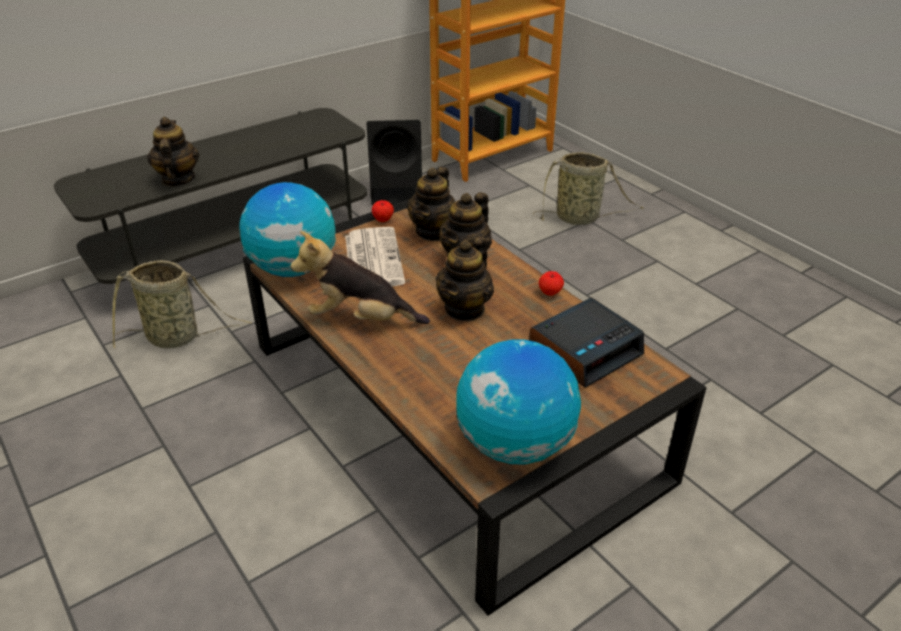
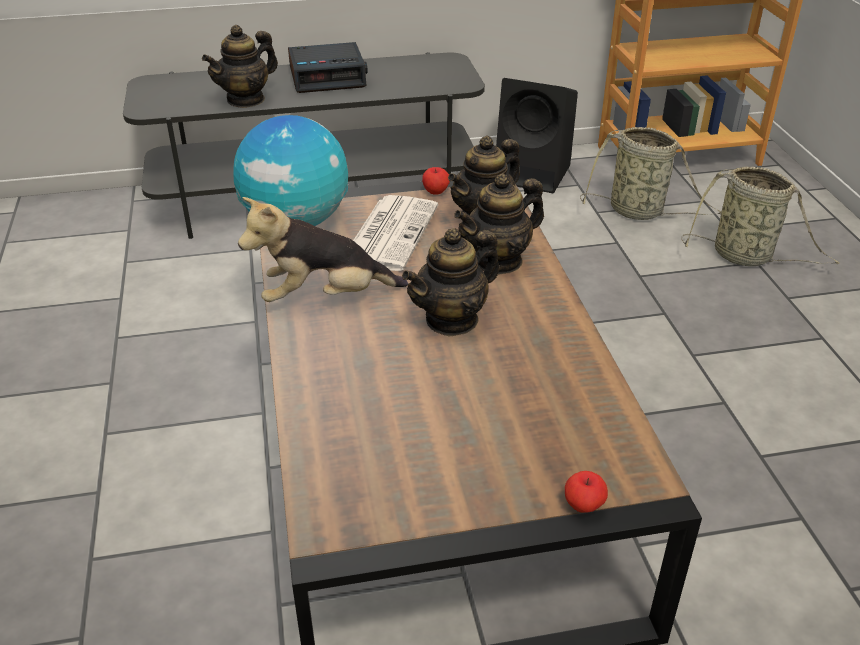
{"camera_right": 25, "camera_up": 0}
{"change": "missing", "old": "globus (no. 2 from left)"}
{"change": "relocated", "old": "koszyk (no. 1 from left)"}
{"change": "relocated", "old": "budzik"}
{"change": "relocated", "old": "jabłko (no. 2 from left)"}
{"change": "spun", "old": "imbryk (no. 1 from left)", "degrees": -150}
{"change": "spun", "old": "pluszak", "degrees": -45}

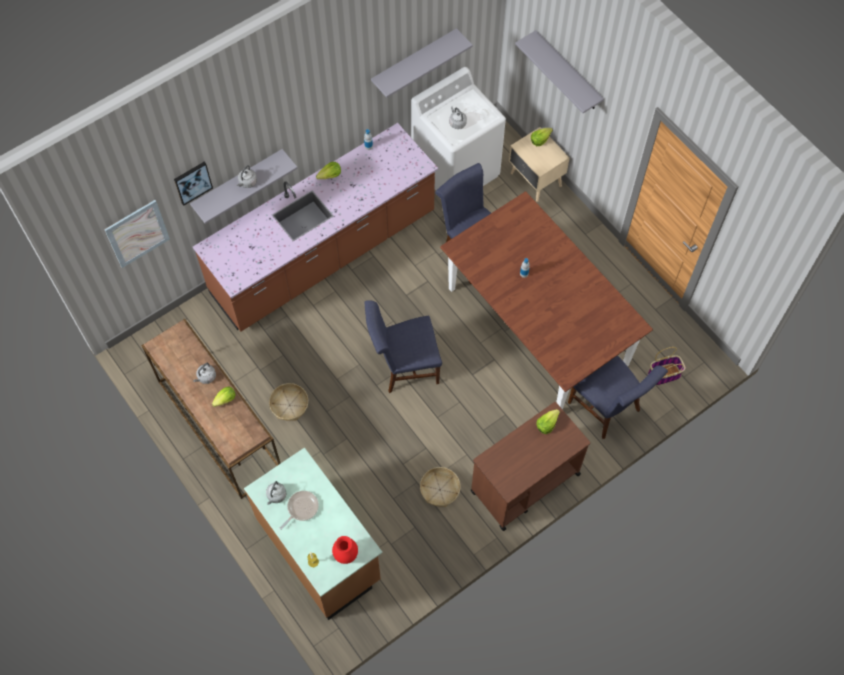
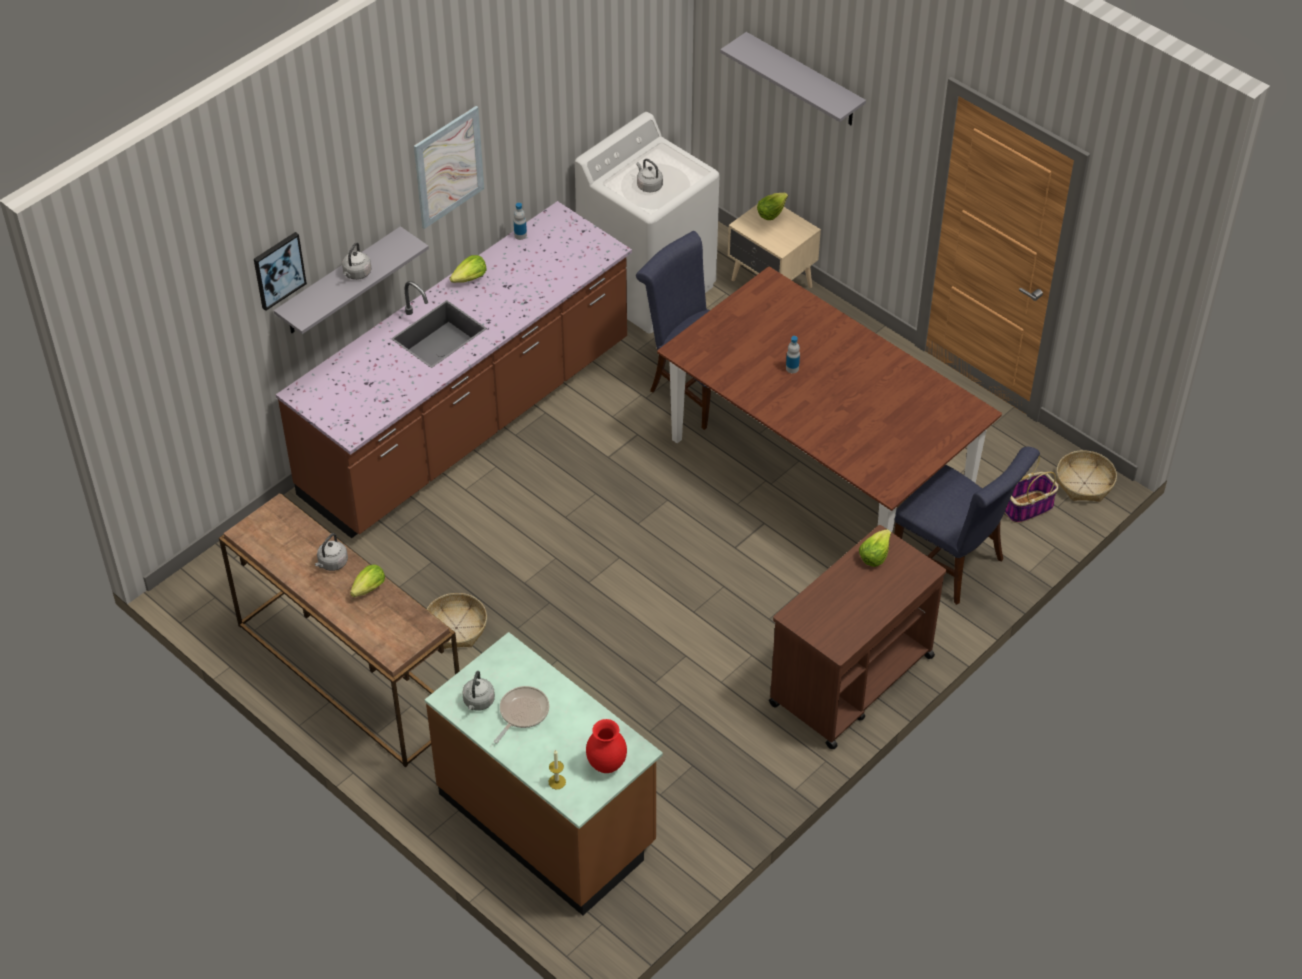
{"camera_right": -10, "camera_up": -15}
{"change": "missing", "old": "krzesło [niebieski] (no. 1 from left)"}
{"change": "missing", "old": "półka [szary] (no. 2 from left)"}
{"change": "relocated", "old": "obraz (no. 1 from left in the first image)", "new": "obraz (no. 2 from left)"}
{"change": "relocated", "old": "koszyk (no. 2 from left in the first image)", "new": "koszyk (no. 3 from left)"}

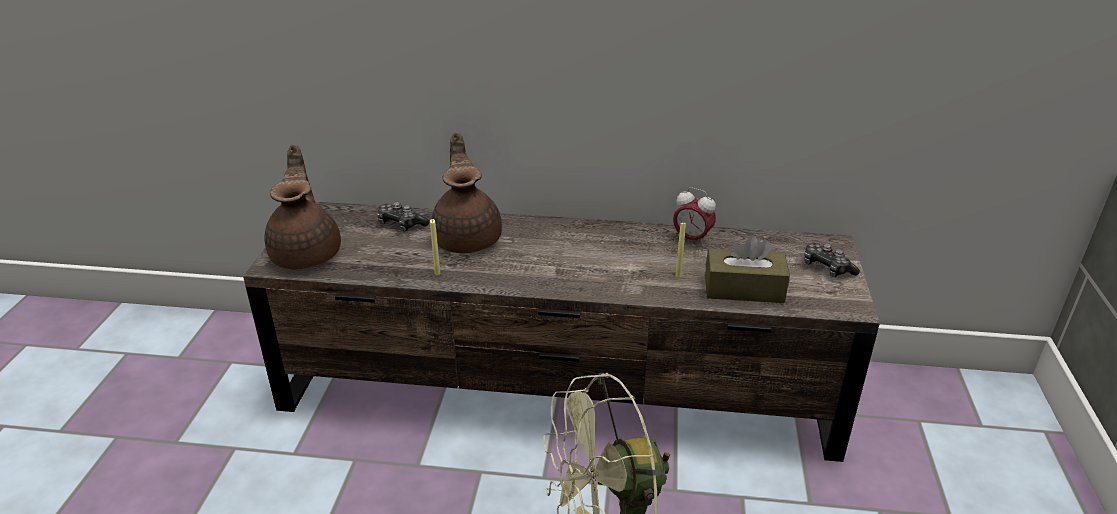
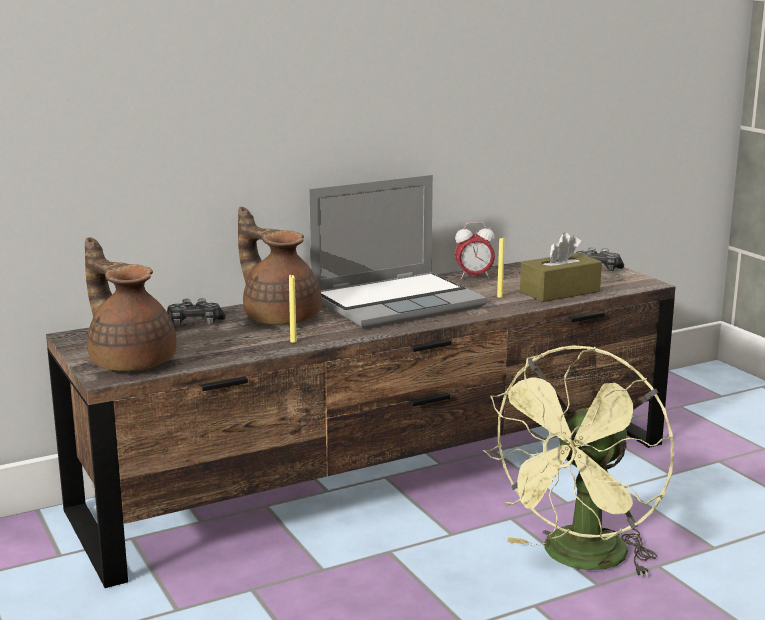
{"camera_right": -35, "camera_up": -15}
{"change": "appeared", "new": "laptop"}

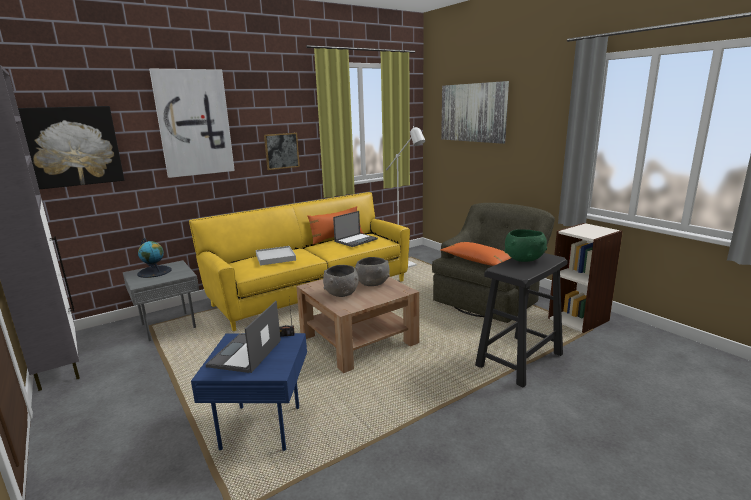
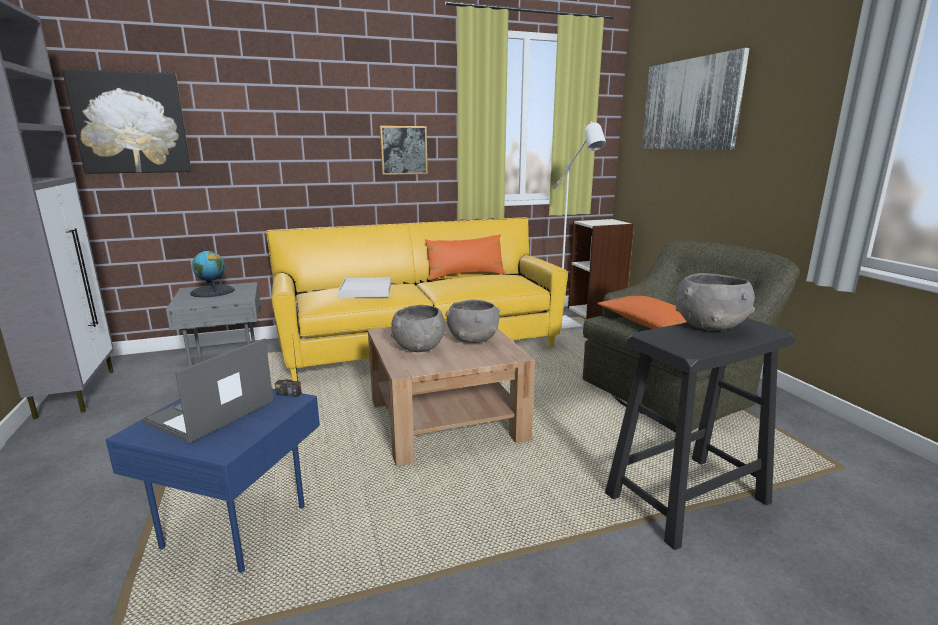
{"camera_right": 15, "camera_up": 0}
{"change": "missing", "old": "obraz (no. 2 from left)"}
{"change": "missing", "old": "laptop (no. 2 from left)"}
{"change": "relocated", "old": "regał"}
{"change": "colour", "old": "miska [zielony]", "new": "miska [szary] (no. 3 from left)"}

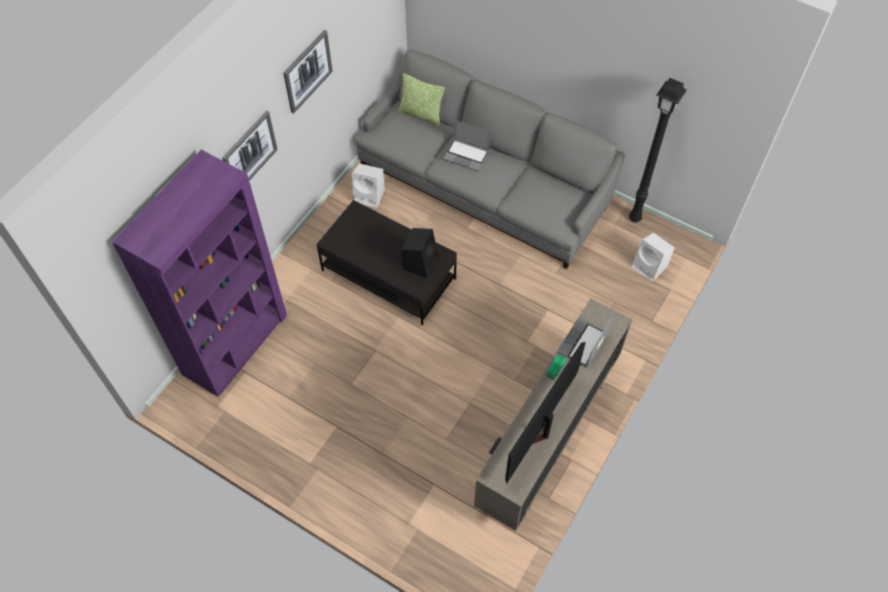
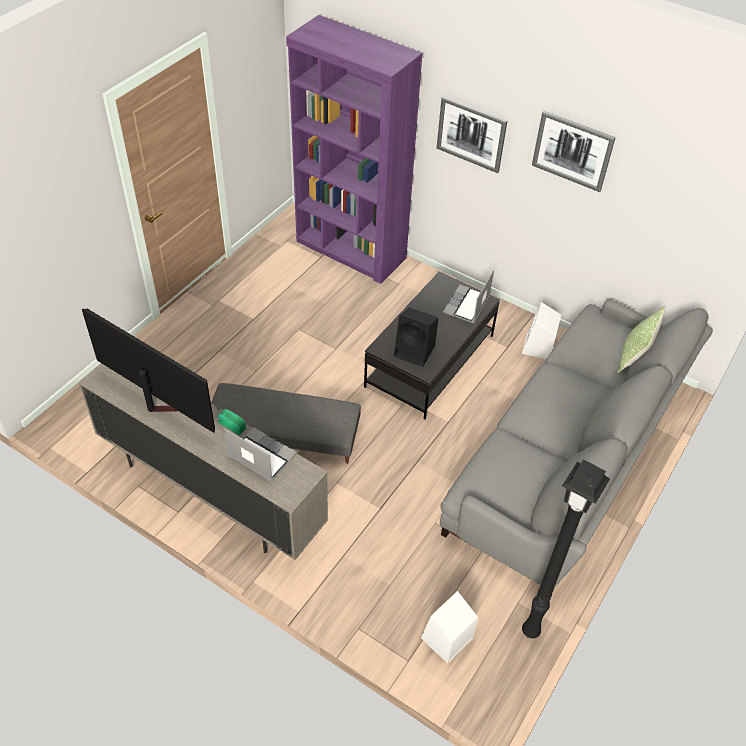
{"camera_right": 90, "camera_up": -10}
{"change": "appeared", "new": "pufa [szary]"}
{"change": "relocated", "old": "laptop (no. 1 from left in the first image)", "new": "laptop (no. 2 from left)"}

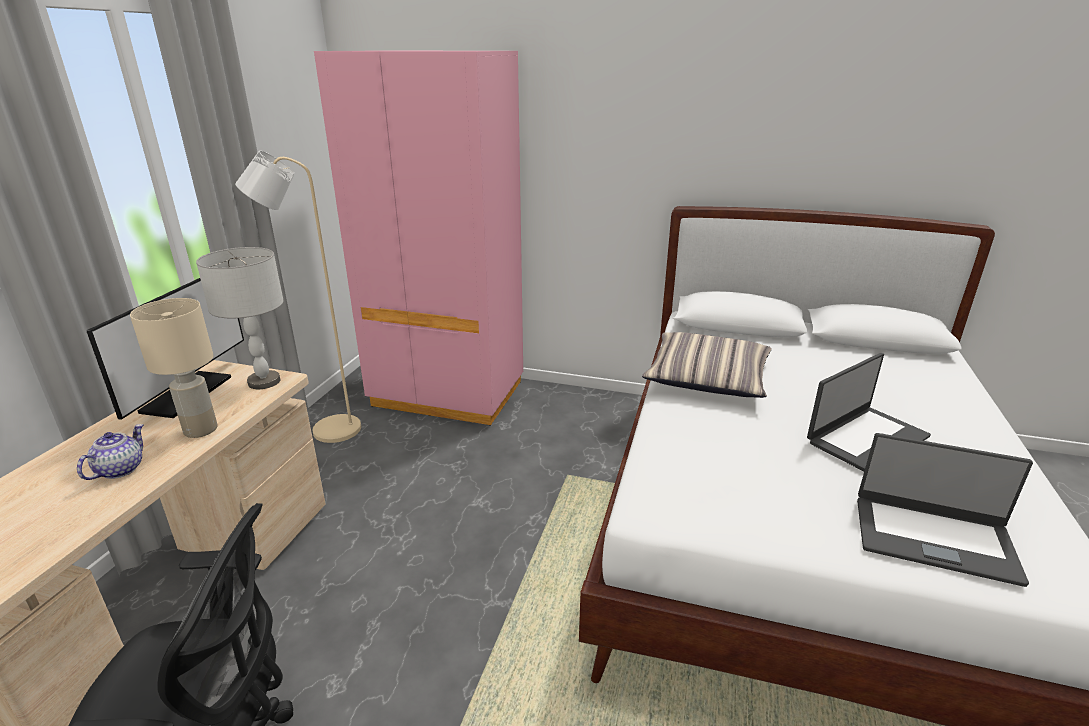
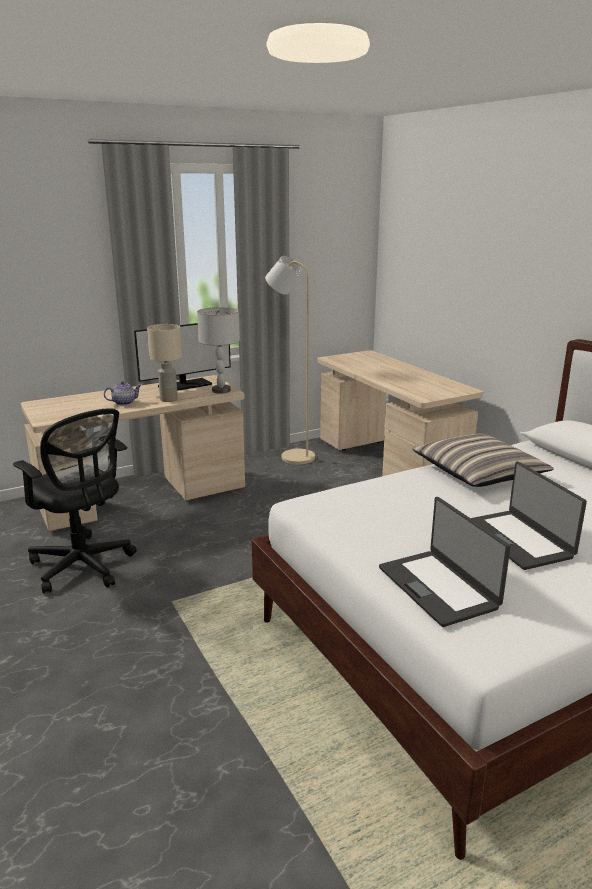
{"camera_right": 45, "camera_up": -5}
{"change": "exchanged", "old": "szafa [różowy]", "new": "biurko [beżowy] (no. 2 from left)"}
{"change": "spun", "old": "laptop (no. 1 from left in the first image)", "degrees": 60}

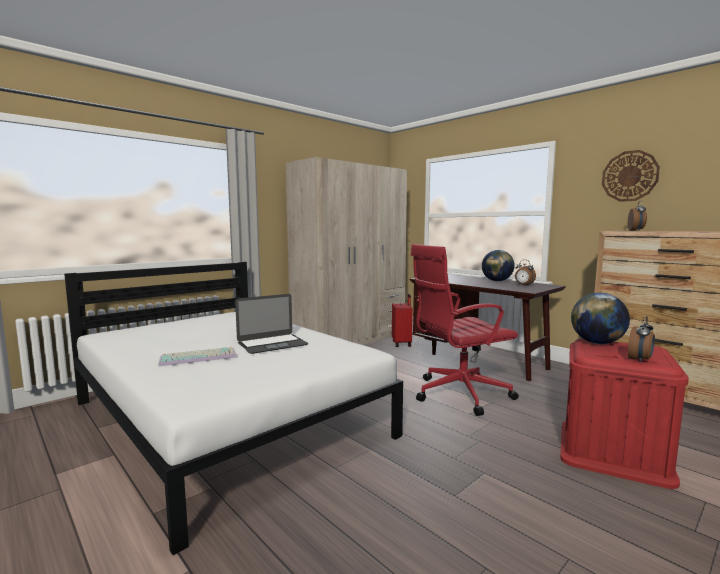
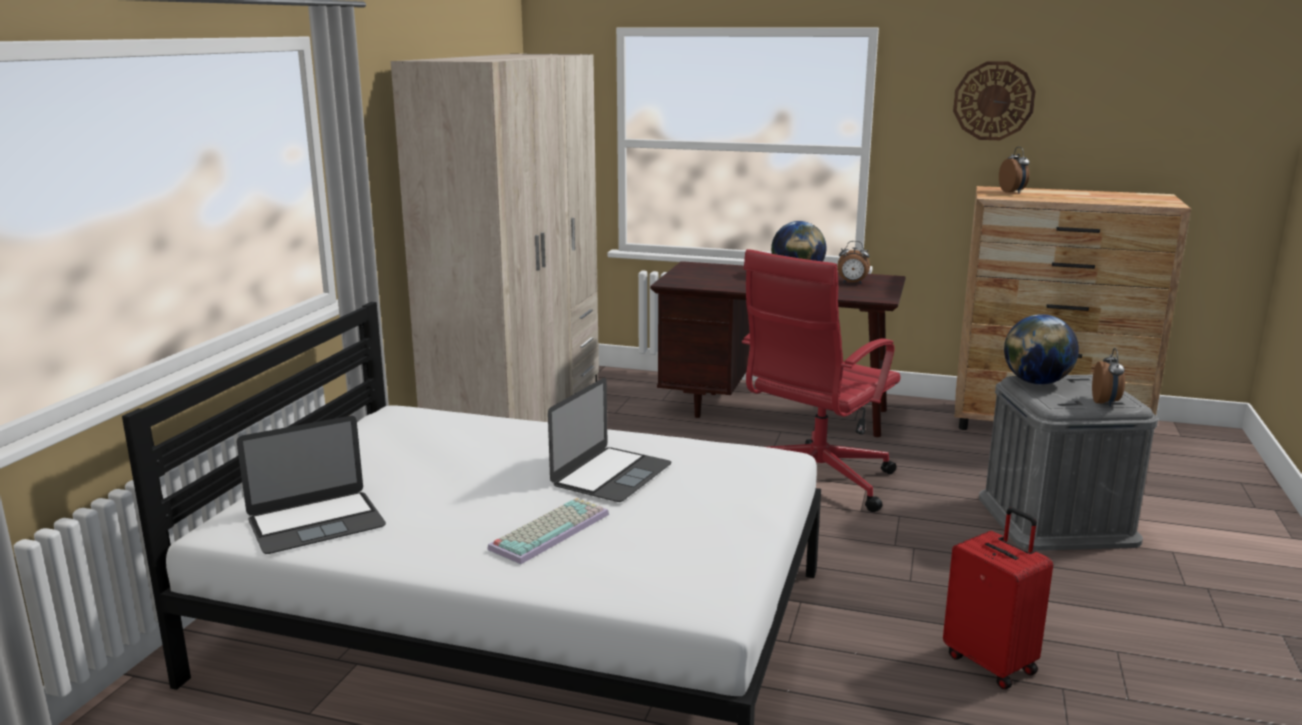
{"camera_right": -30, "camera_up": 10}
{"change": "appeared", "new": "laptop (no. 1 from left)"}
{"change": "relocated", "old": "walizka [czerwony]"}
{"change": "colour", "old": "pojemnik do przechowywania [czerwony]", "new": "pojemnik do przechowywania [szary]"}

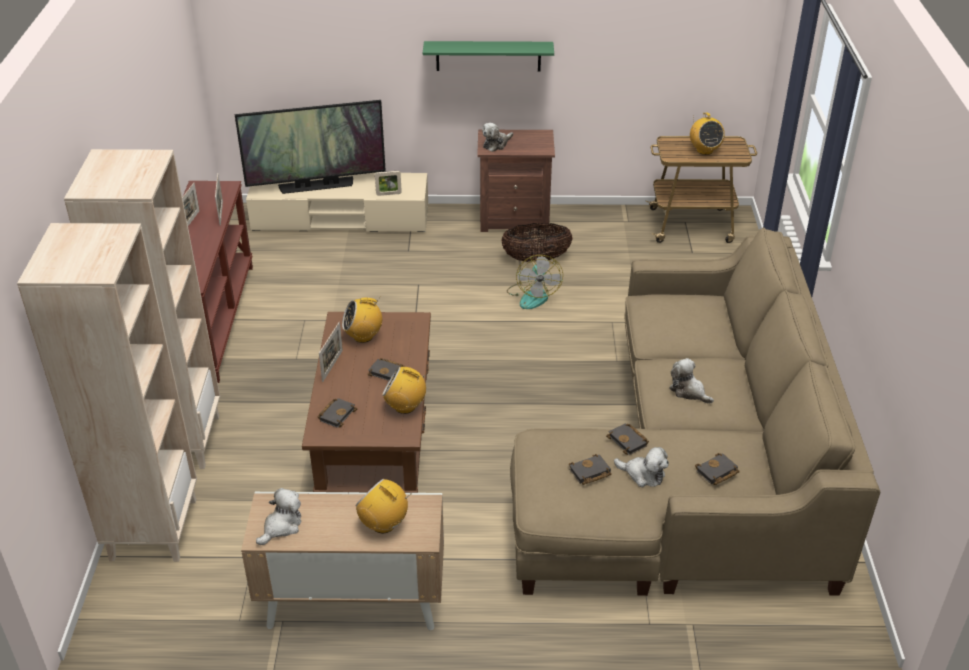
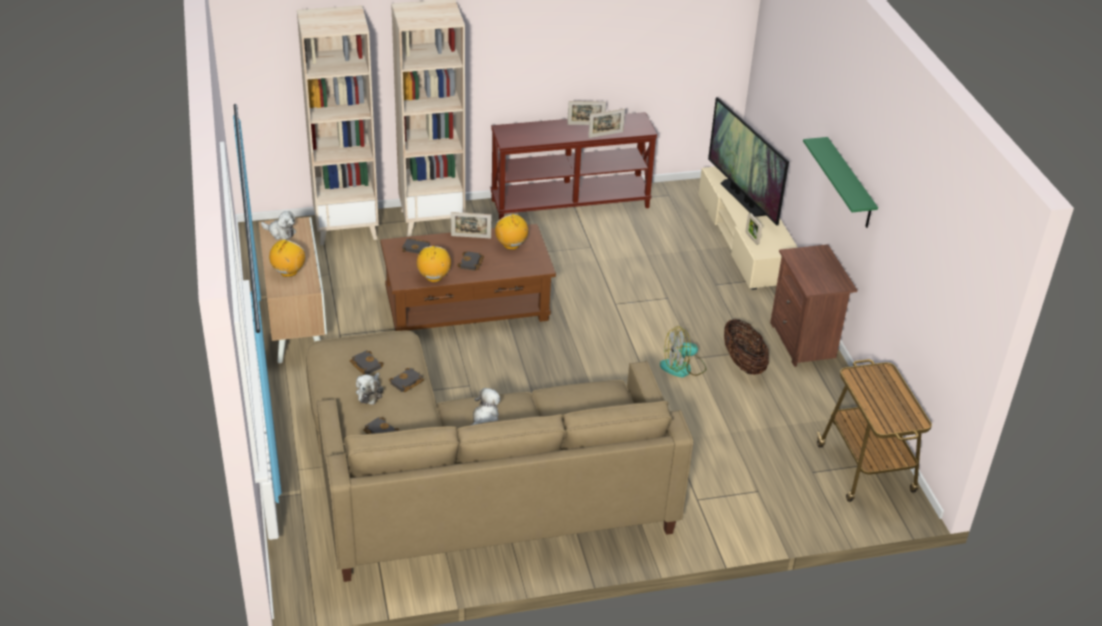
{"camera_right": 75, "camera_up": 0}
{"change": "missing", "old": "pluszak (no. 2 from left)"}
{"change": "missing", "old": "radio (no. 4 from left)"}

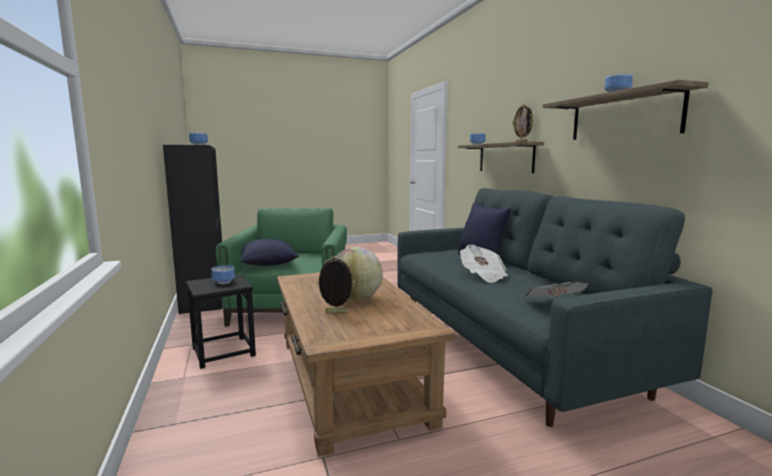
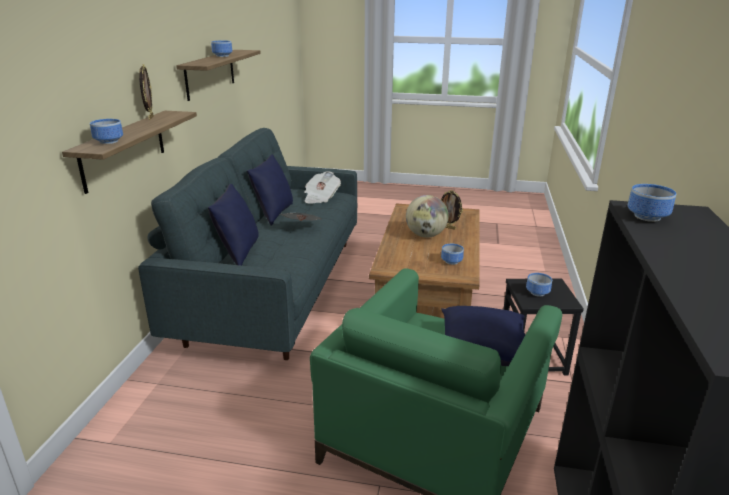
{"camera_right": -150, "camera_up": 15}
{"change": "appeared", "new": "poduszka [niebieski] (no. 2 from left)"}
{"change": "appeared", "new": "miska (no. 3 from left)"}

